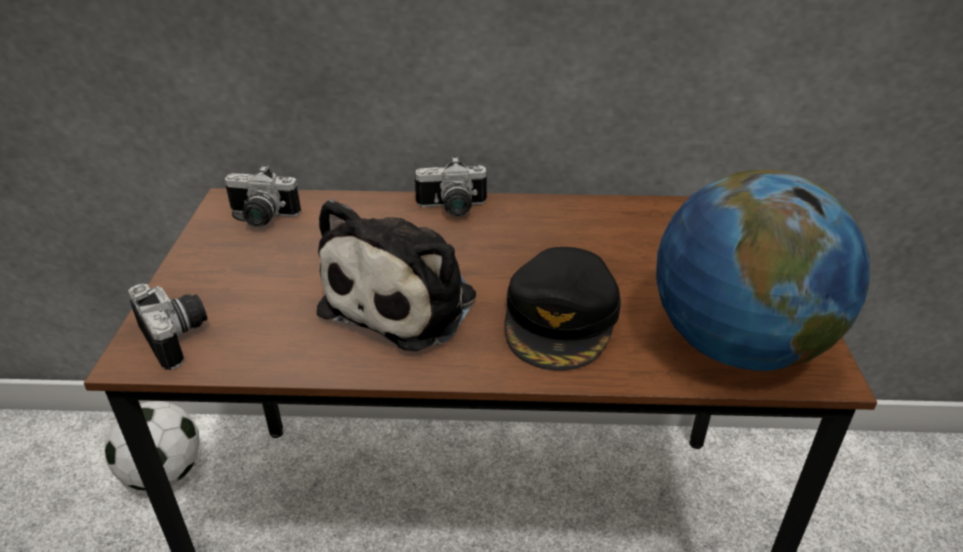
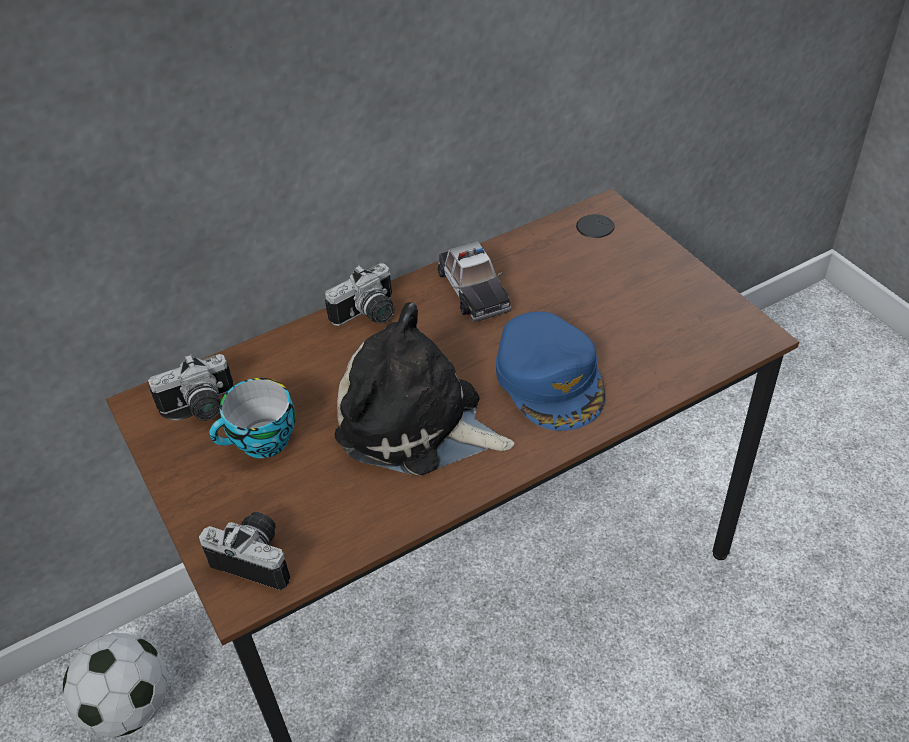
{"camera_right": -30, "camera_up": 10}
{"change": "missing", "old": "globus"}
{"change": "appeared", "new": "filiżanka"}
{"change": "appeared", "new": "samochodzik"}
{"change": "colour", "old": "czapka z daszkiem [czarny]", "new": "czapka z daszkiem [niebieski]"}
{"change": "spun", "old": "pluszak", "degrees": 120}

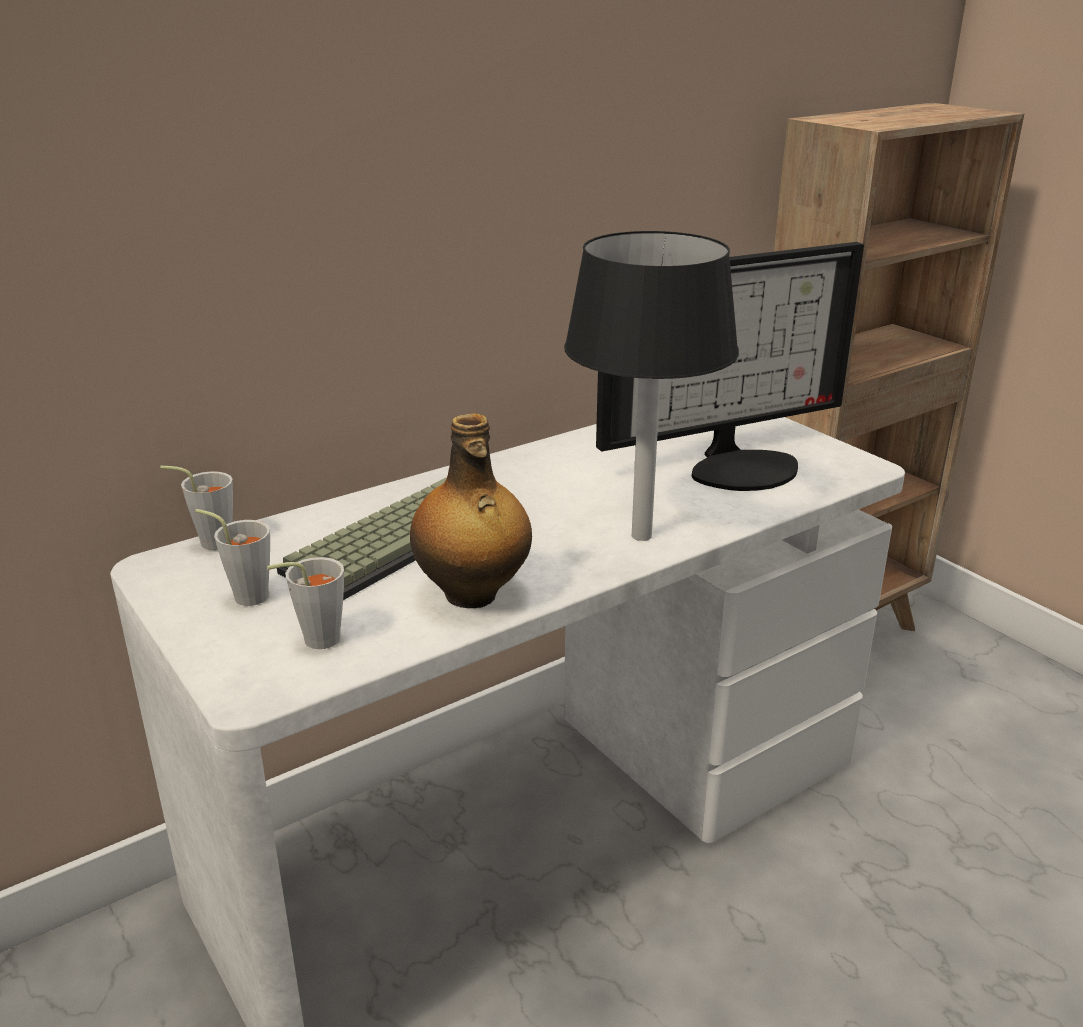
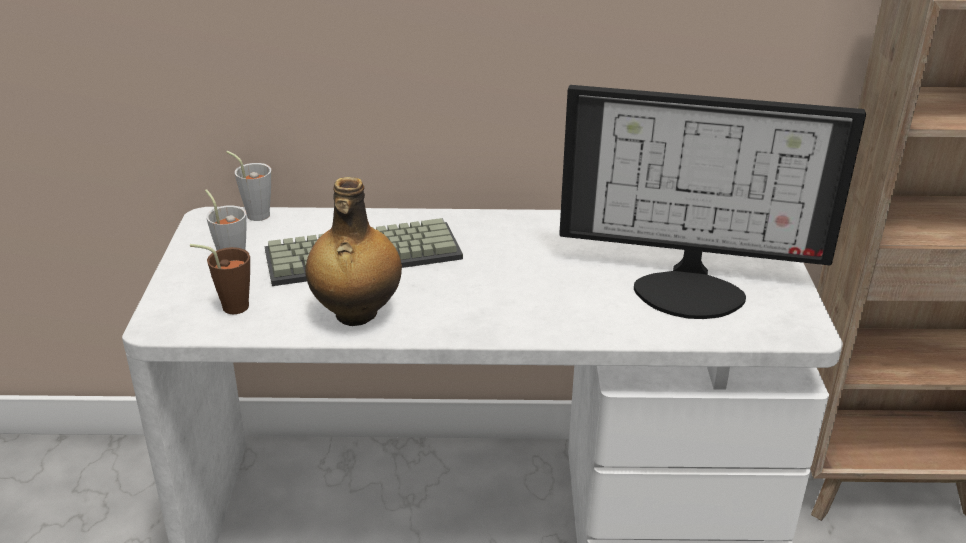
{"camera_right": 35, "camera_up": 5}
{"change": "missing", "old": "lampa stołowa [czarny]"}
{"change": "colour", "old": "filiżanka [szary] (no. 3 from left)", "new": "filiżanka [brązowy]"}

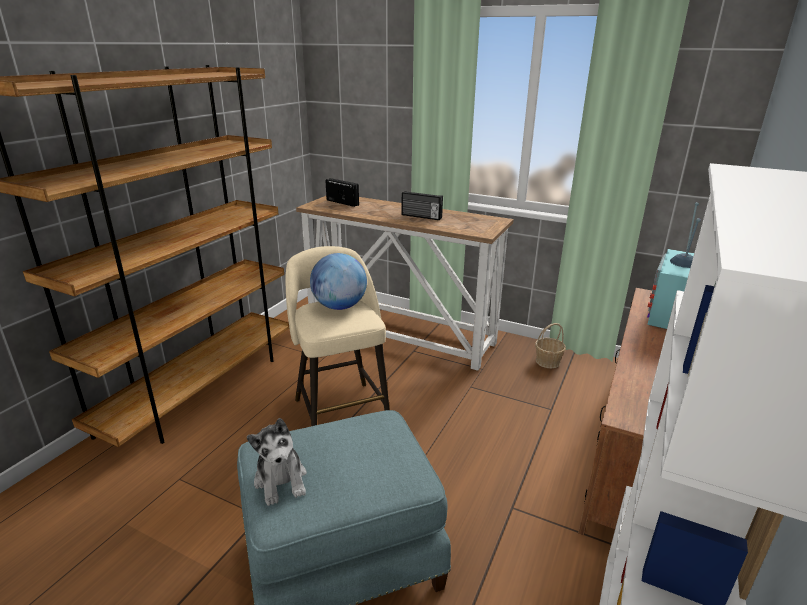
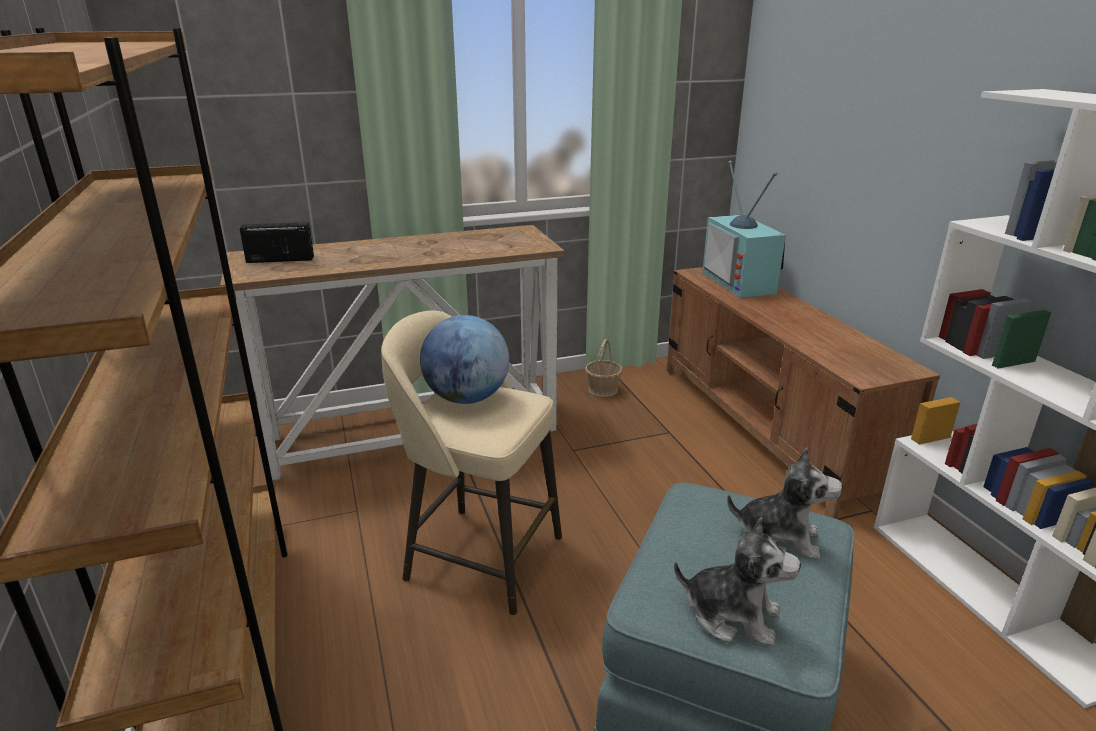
{"camera_right": -45, "camera_up": 0}
{"change": "missing", "old": "radio (no. 2 from left)"}
{"change": "appeared", "new": "pluszak (no. 2 from left)"}

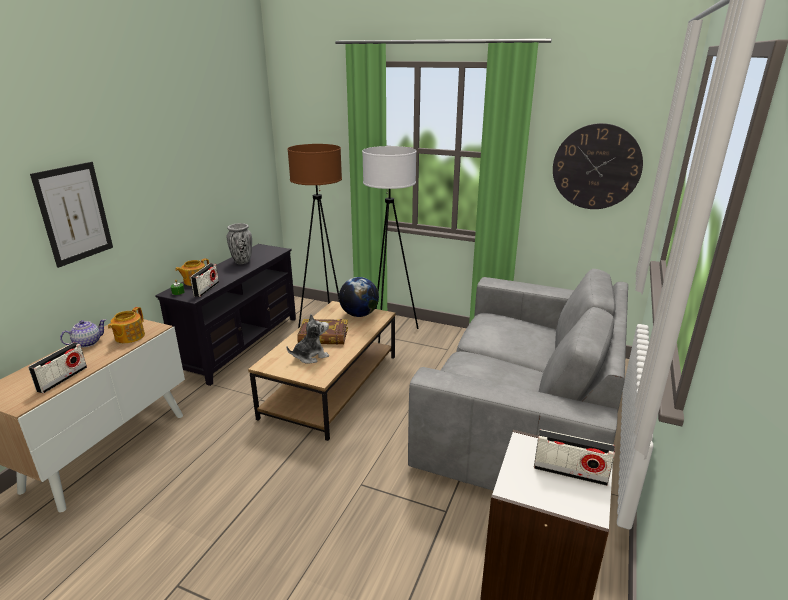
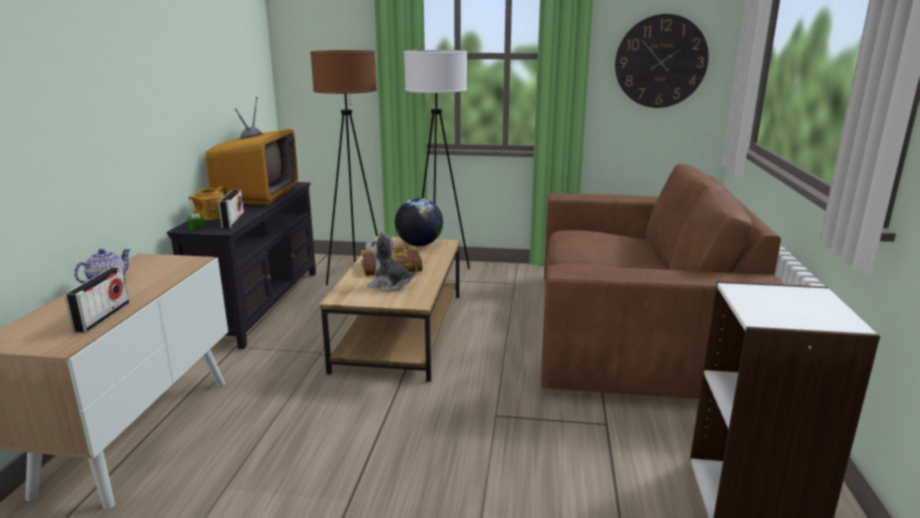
{"camera_right": -15, "camera_up": -5}
{"change": "missing", "old": "obraz"}
{"change": "missing", "old": "imbryk (no. 2 from left)"}
{"change": "missing", "old": "radio (no. 3 from left)"}
{"change": "exchanged", "old": "wazon", "new": "telewizor"}
{"change": "colour", "old": "kanapa [szary]", "new": "kanapa [brązowy]"}
{"change": "spun", "old": "pluszak", "degrees": -120}

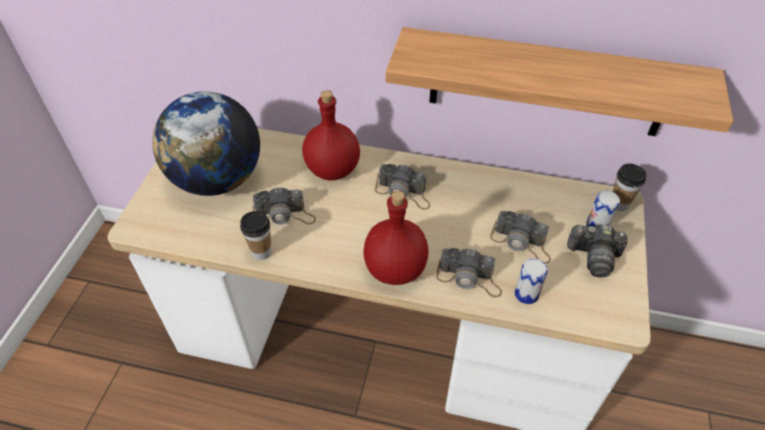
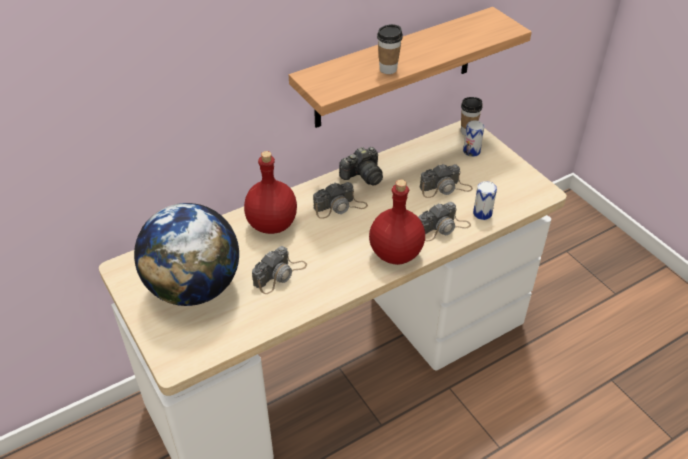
{"camera_right": -45, "camera_up": -5}
{"change": "relocated", "old": "filiżanka (no. 1 from left)"}
{"change": "relocated", "old": "aparat fotograficzny (no. 5 from left in the first image)", "new": "aparat fotograficzny (no. 3 from left)"}

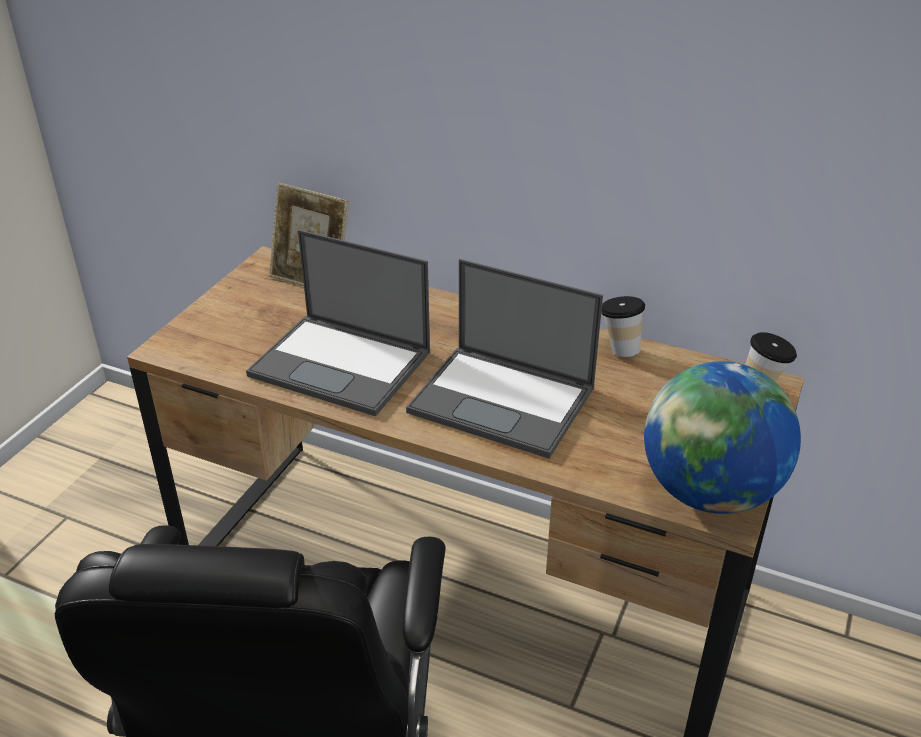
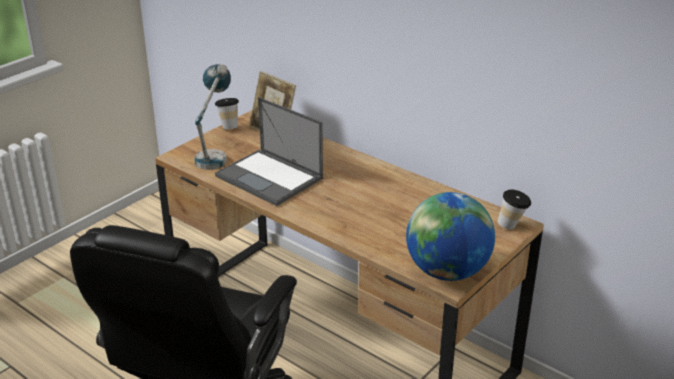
{"camera_right": 15, "camera_up": -5}
{"change": "missing", "old": "laptop (no. 2 from left)"}
{"change": "appeared", "new": "lampa stołowa"}
{"change": "relocated", "old": "filiżanka (no. 1 from left)"}

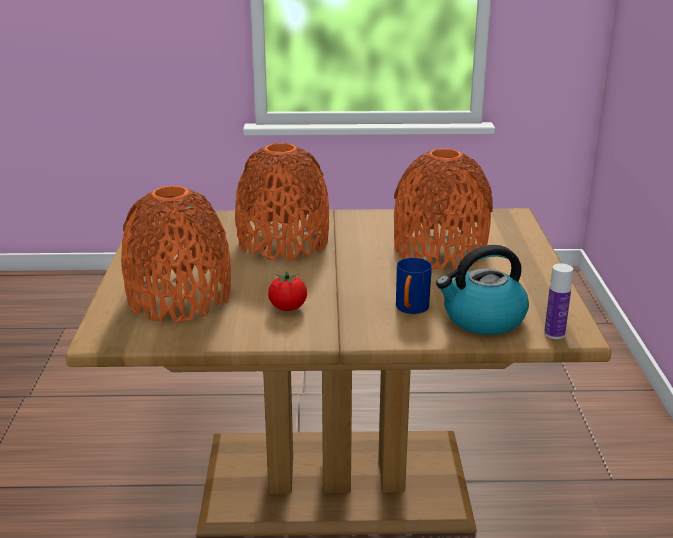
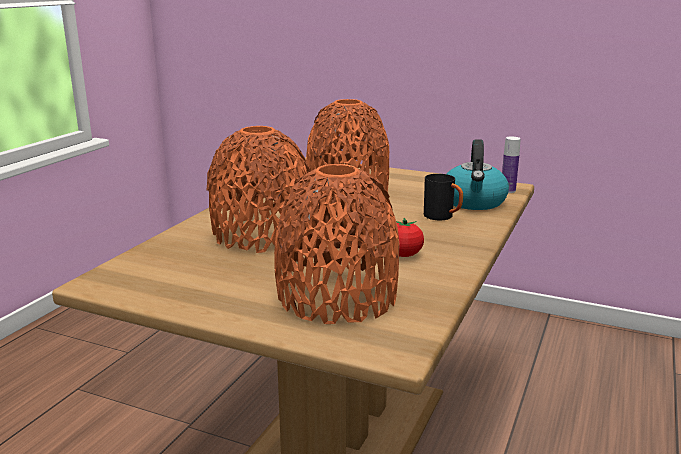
{"camera_right": -65, "camera_up": -5}
{"change": "colour", "old": "kubek [niebieski]", "new": "kubek [czarny]"}

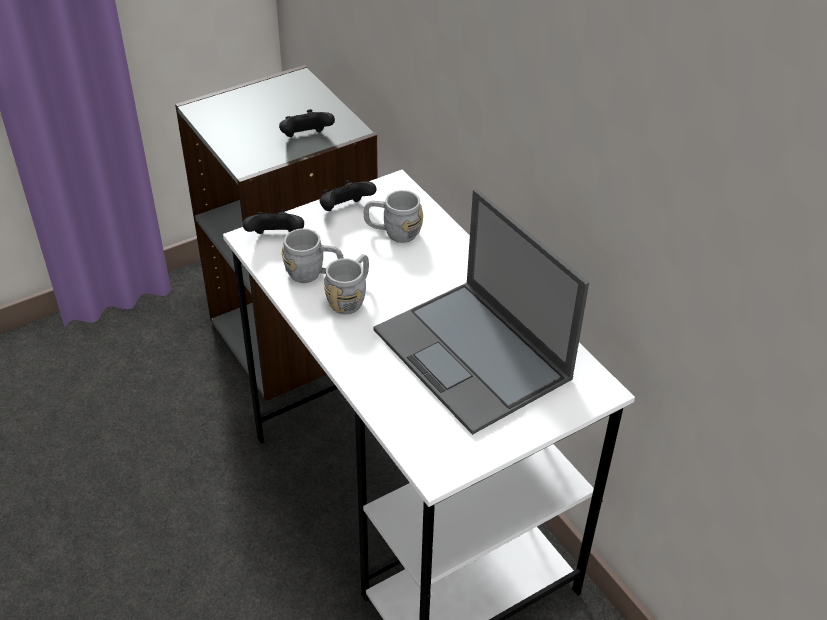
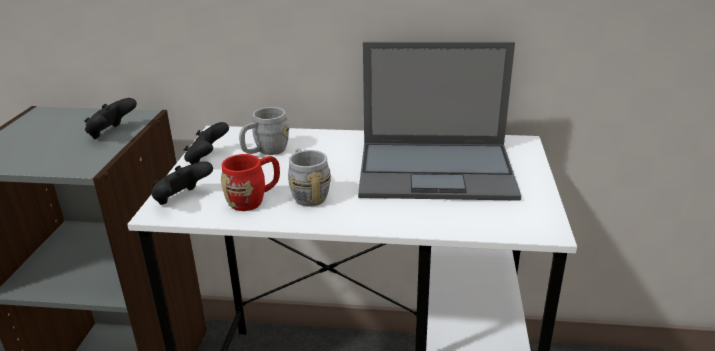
{"camera_right": -50, "camera_up": -15}
{"change": "colour", "old": "kubek [szary] (no. 1 from left)", "new": "kubek [czerwony]"}

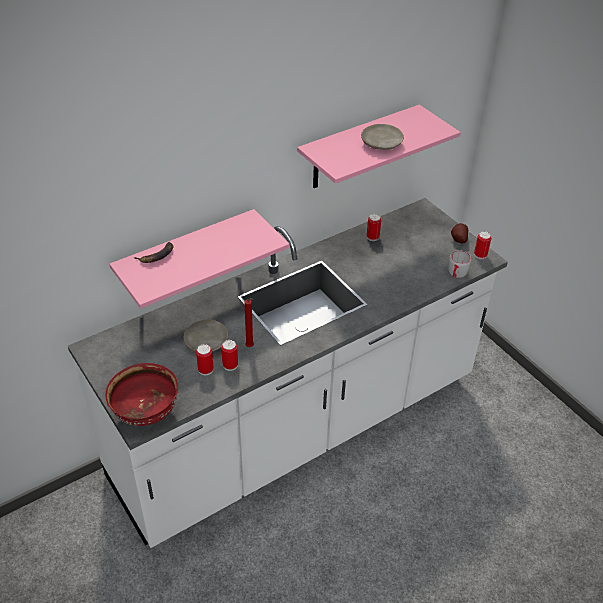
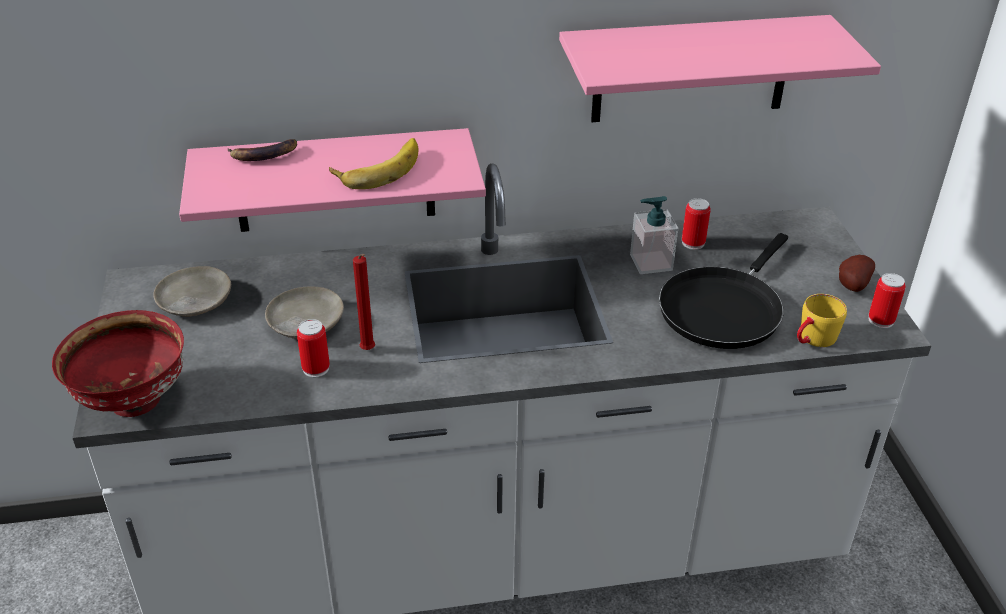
{"camera_right": 25, "camera_up": -5}
{"change": "missing", "old": "puszka (no. 1 from left)"}
{"change": "appeared", "new": "banan (no. 2 from left)"}
{"change": "appeared", "new": "dozownik mydła"}
{"change": "appeared", "new": "patelnia [czarny]"}
{"change": "relocated", "old": "talerz [beżowy] (no. 2 from left in the first image)", "new": "talerz [beżowy] (no. 1 from left)"}
{"change": "colour", "old": "kubek [szary]", "new": "kubek [żółty]"}

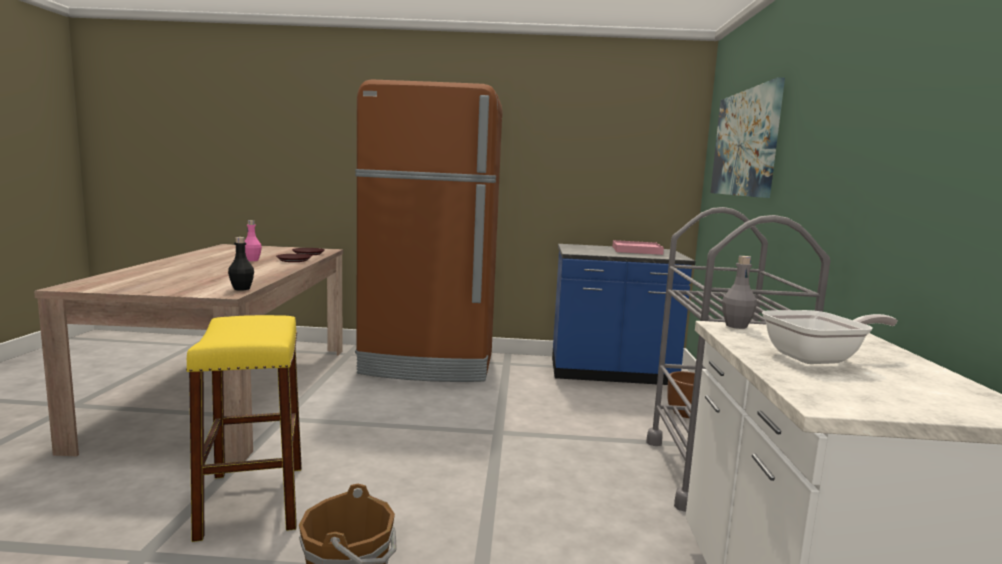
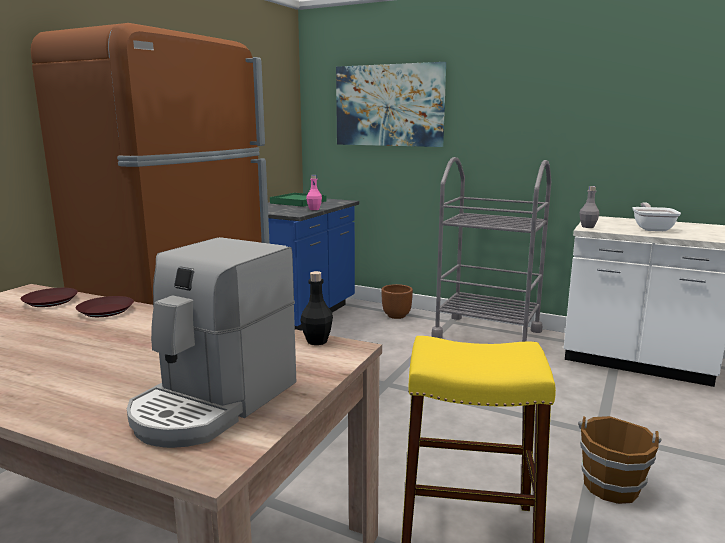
{"camera_right": -65, "camera_up": 5}
{"change": "appeared", "new": "ekspres do kawy"}
{"change": "relocated", "old": "butelka [różowy]"}
{"change": "colour", "old": "taca [różowy]", "new": "taca [zielony]"}

